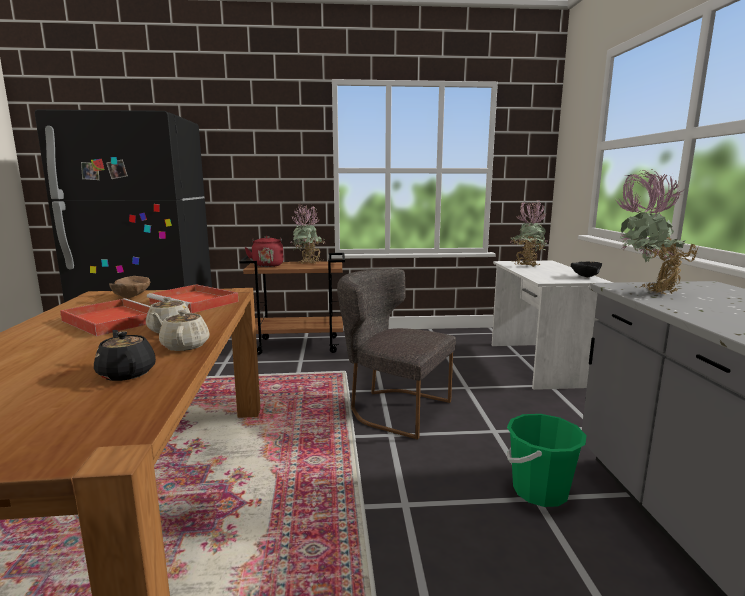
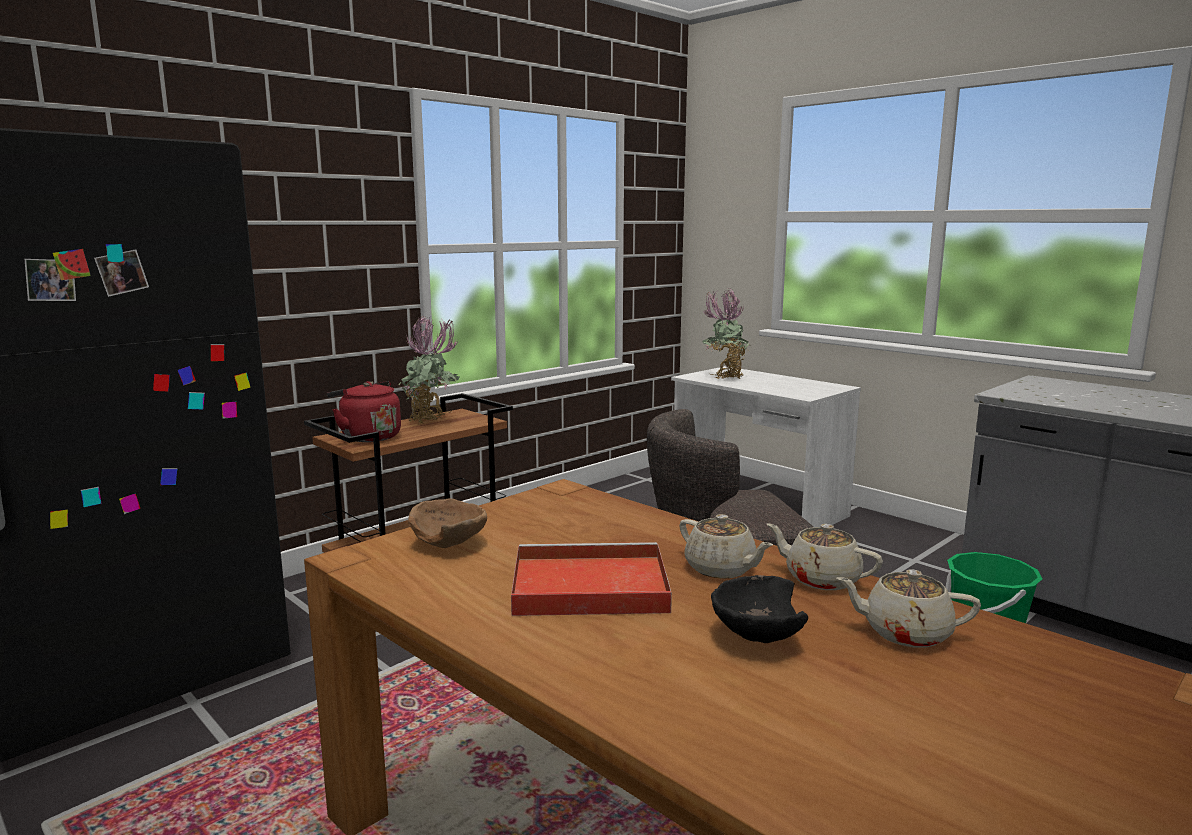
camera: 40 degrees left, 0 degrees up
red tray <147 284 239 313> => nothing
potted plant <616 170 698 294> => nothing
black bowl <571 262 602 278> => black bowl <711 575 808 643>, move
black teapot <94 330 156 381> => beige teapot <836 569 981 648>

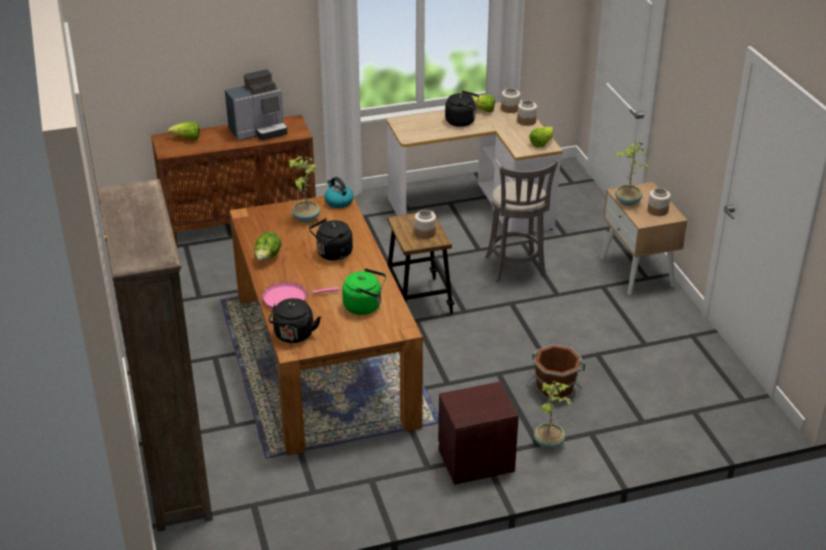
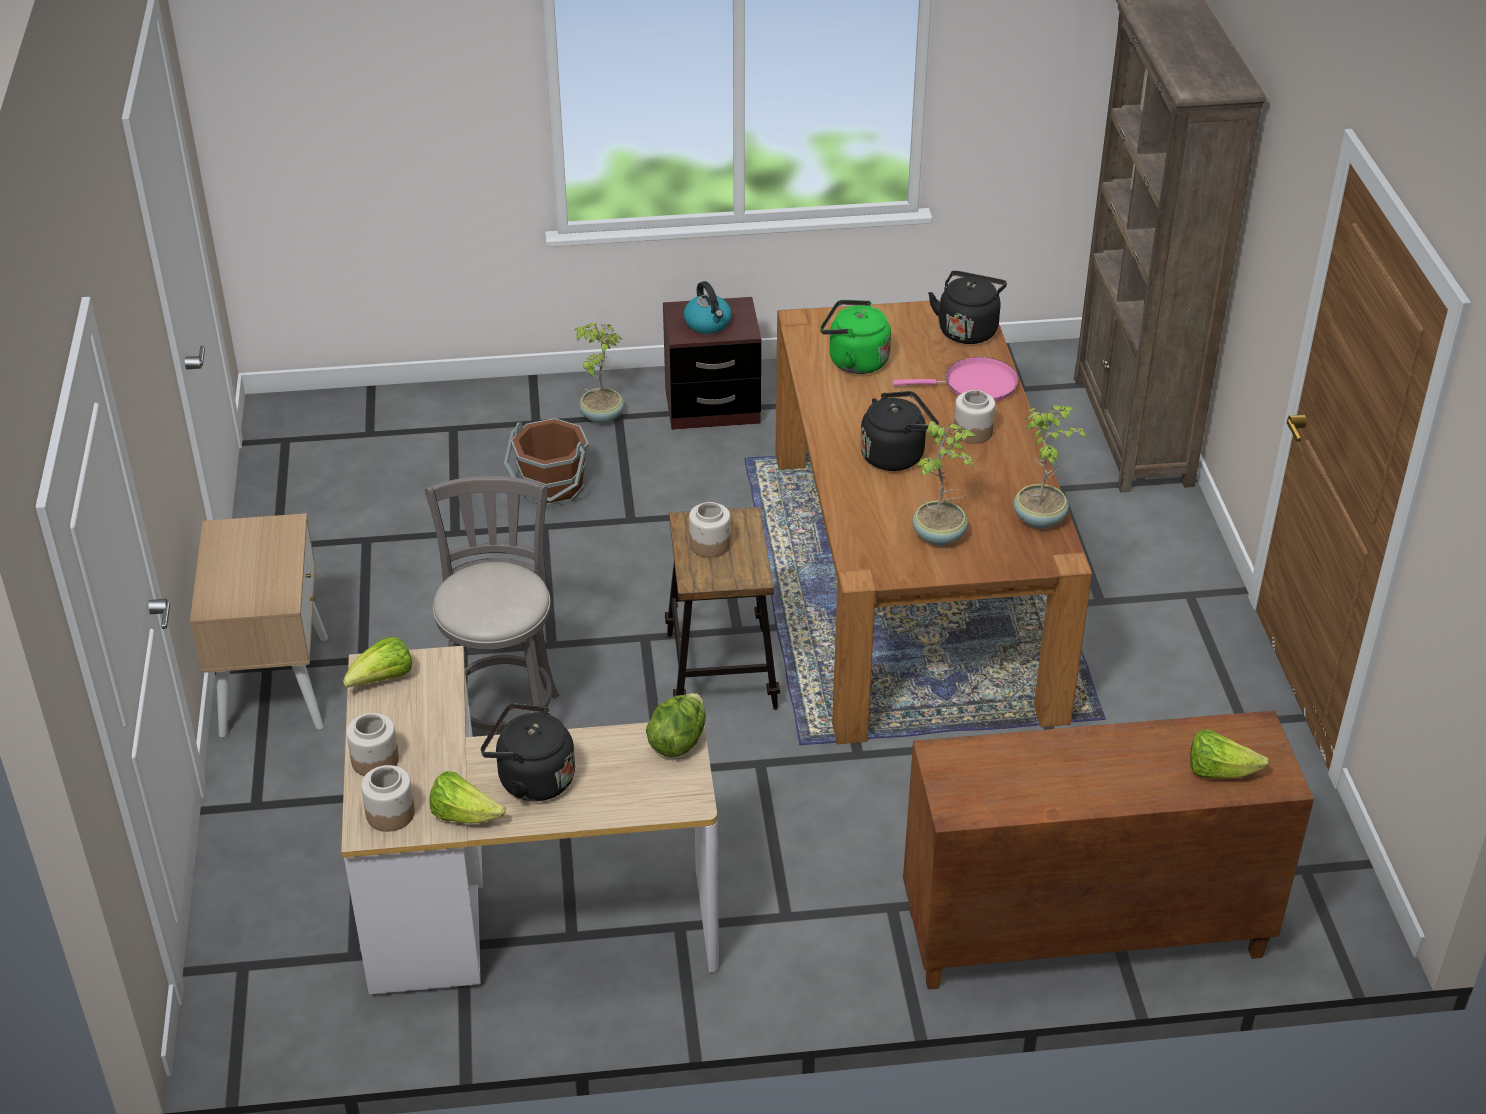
camera: 170 degrees left, 5 degrees up
coffee machine <225 69 288 140> => nothing
lettuce <254 231 282 261> => lettuce <646 693 706 757>, move
kettle <324 177 354 208> => kettle <684 281 732 334>, move
potted plant <615 141 648 206> => potted plant <1013 405 1089 529>, move
jar <648 188 671 216> => jar <953 390 995 444>, move

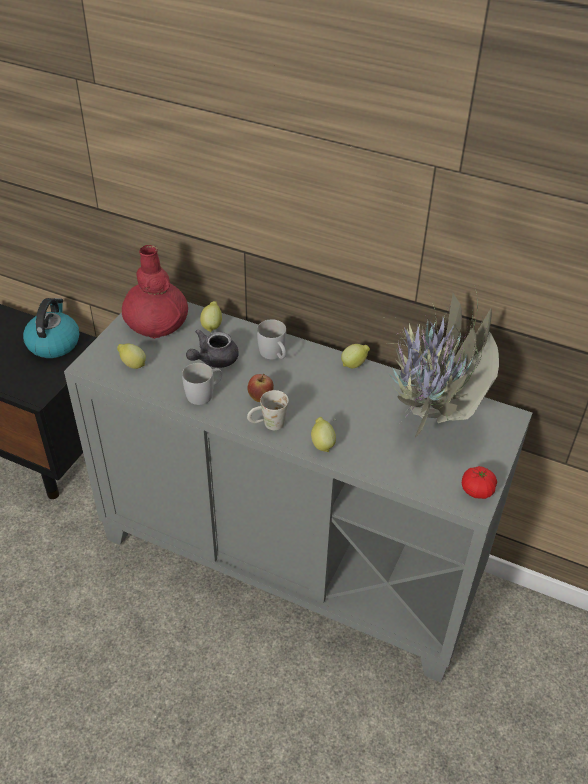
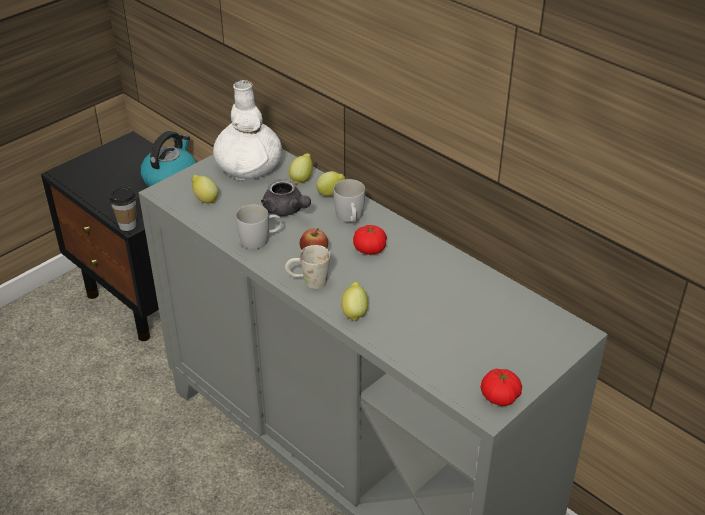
camera: 20 degrees right, 5 degrees down
potted plant <332 285 499 437> => nothing
nothing => cup <109 187 136 231>
nothing => tomato <353 225 387 255>
lemon <341 344 370 368> => lemon <316 171 345 197>, move
red vase <122 245 188 339> => white vase <213 80 282 180>
grey teapot <186 329 239 368> => grey teapot <261 179 311 216>, 105 degrees counterclockwise

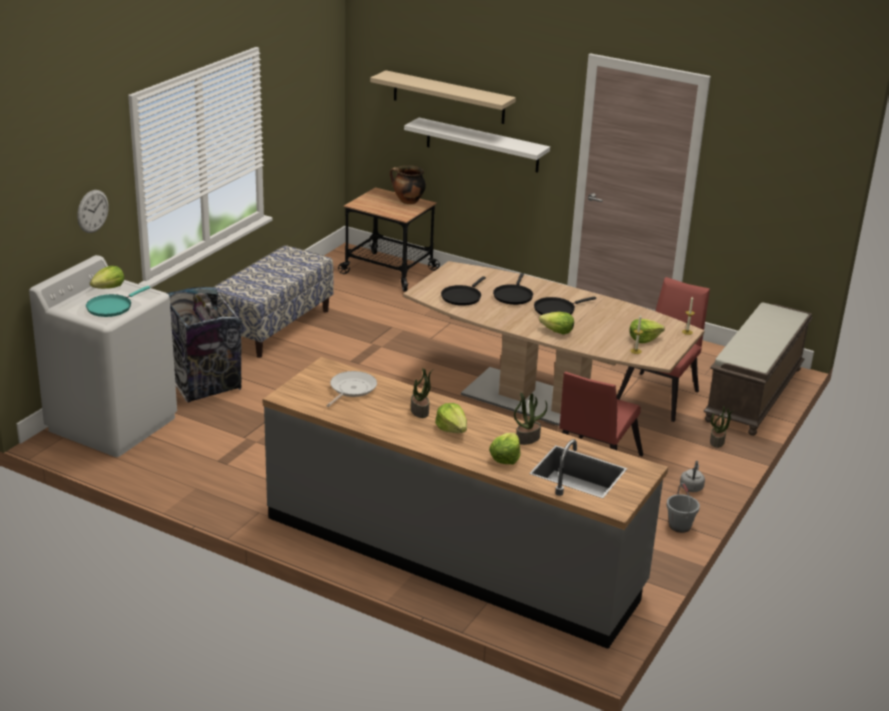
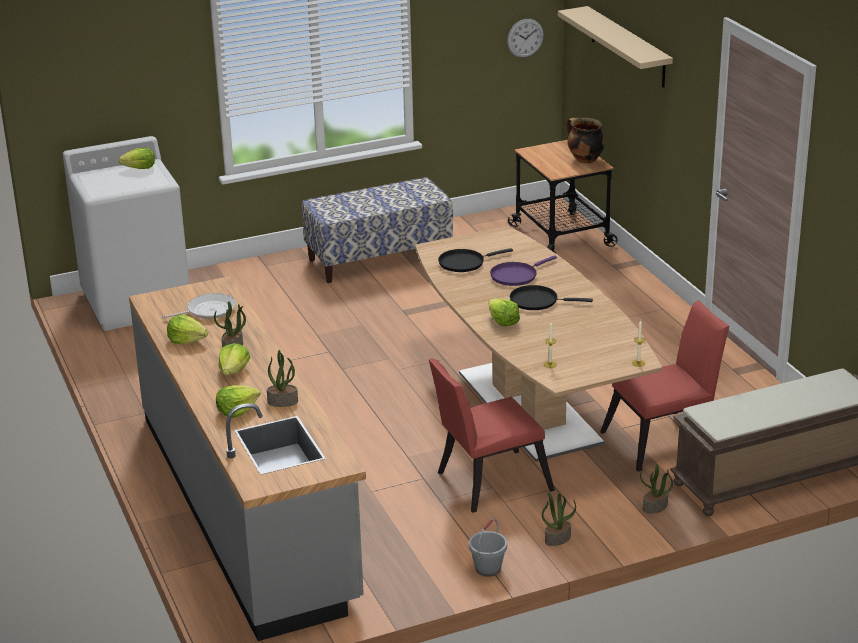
camera: 40 degrees right, 0 degrees up
turquoise frying pan <86 286 150 317> => nothing
trash can <167 287 243 403> => nothing
white shelf <404 118 550 173> => nothing
wall clock <77 190 109 233> => wall clock <507 19 544 58>, move
lettuce <629 319 665 343> => lettuce <167 315 208 344>, move
grey kettle <680 461 705 492> => potted plant <542 492 576 546>
black frying pan <493 273 533 305> => purple frying pan <490 255 557 286>

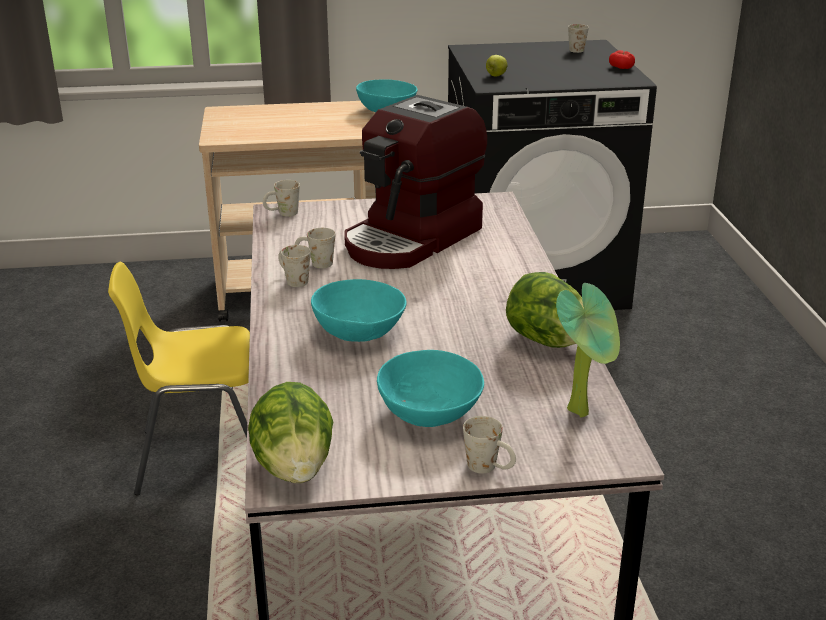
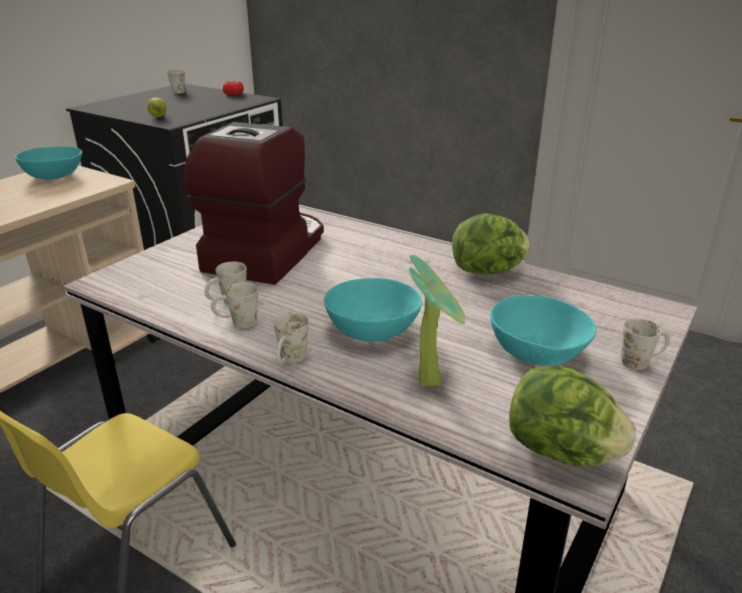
camera: 50 degrees left, 0 degrees up
white mug <263 180 300 217> => white mug <273 312 309 364>, move
potted plant <556 283 620 418> => potted plant <408 255 465 387>, move
coffee machine <345 95 487 269> => coffee machine <184 122 324 285>, 150 degrees counterclockwise

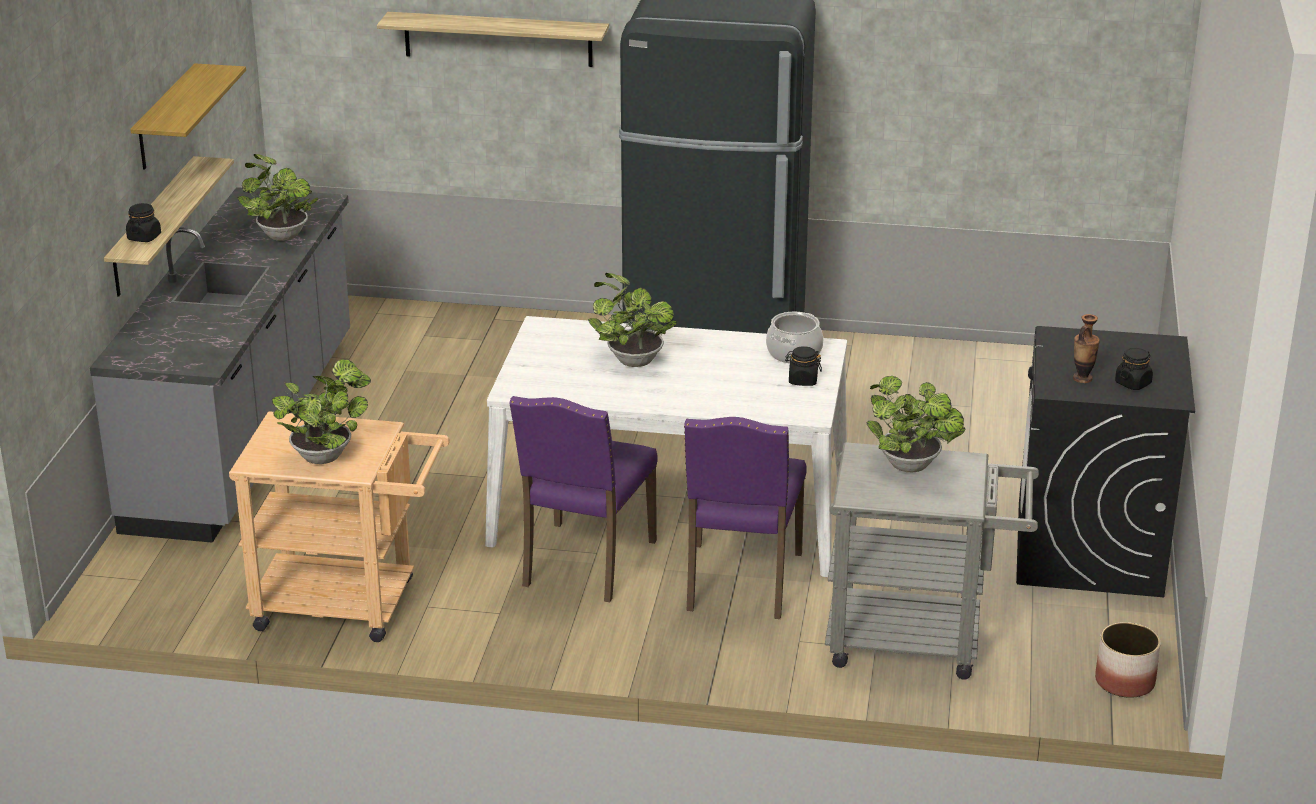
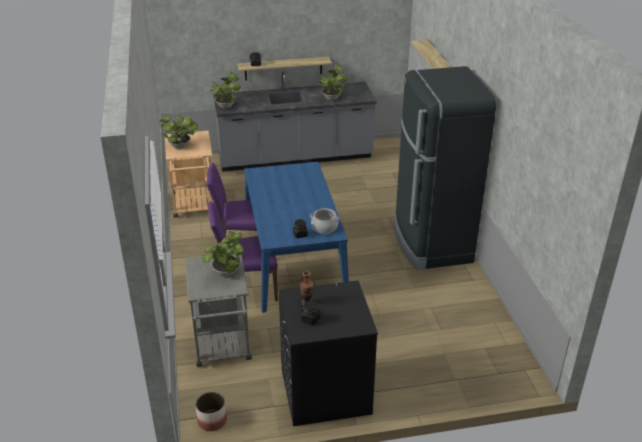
camera: 70 degrees right, 5 degrees up
shelf <130 63 246 170> => nothing
potted plant <588 273 677 367> => potted plant <211 72 241 108>, move
white dining table <485 316 847 577> => blue dining table <244 162 349 313>

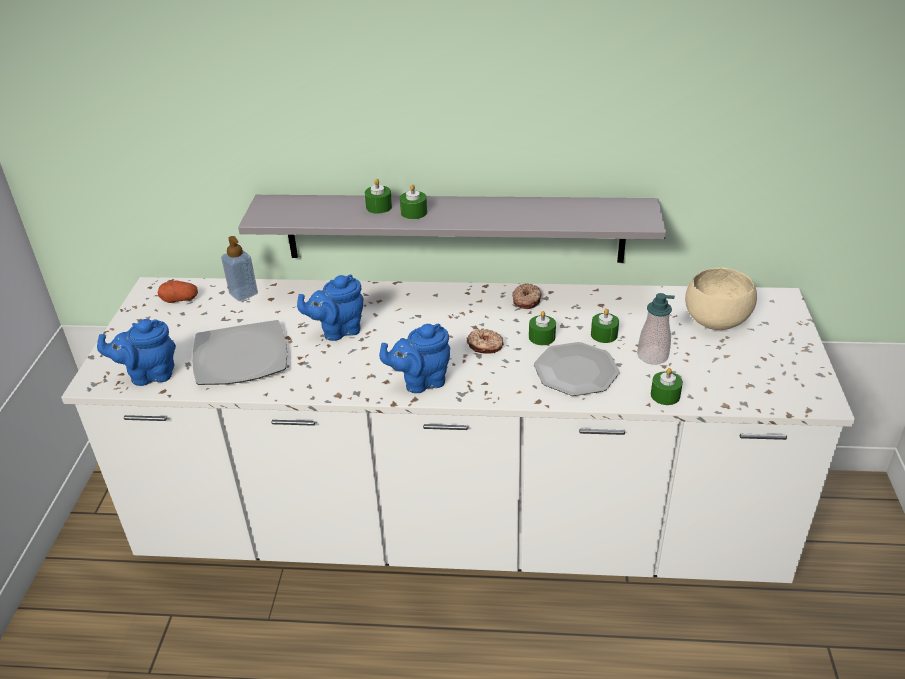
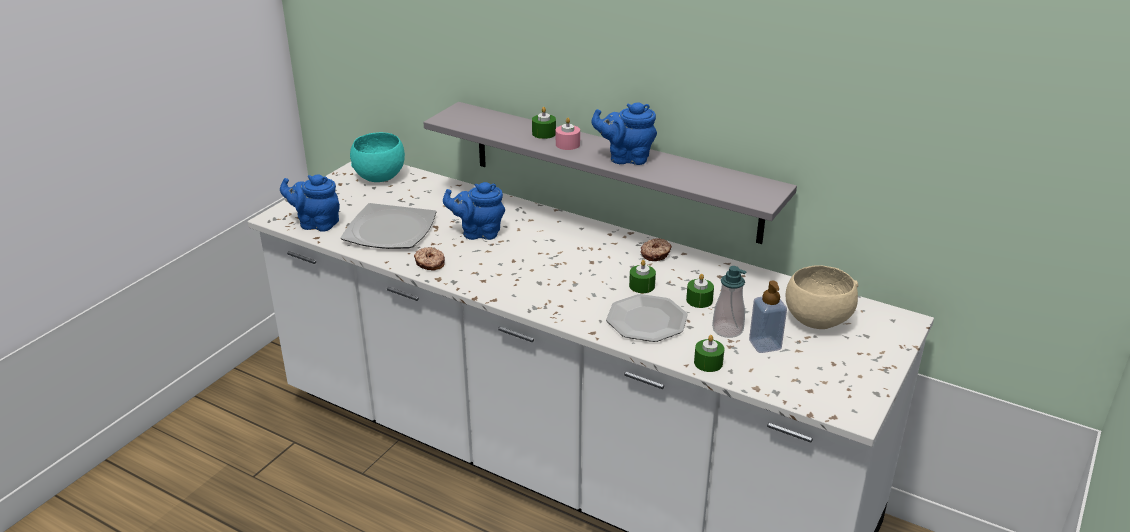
camera: 25 degrees right, 5 degrees down
soap dispenser <221 236 258 301> => soap dispenser <749 281 787 353>, move
blue teapot <379 324 450 393> => blue teapot <591 102 657 165>, move
donut <466 328 504 354> => donut <414 247 445 271>, move
potato <158 280 198 303> => turquoise bowl <350 132 405 182>
green candle <400 184 427 219> => pink candle <556 117 580 150>

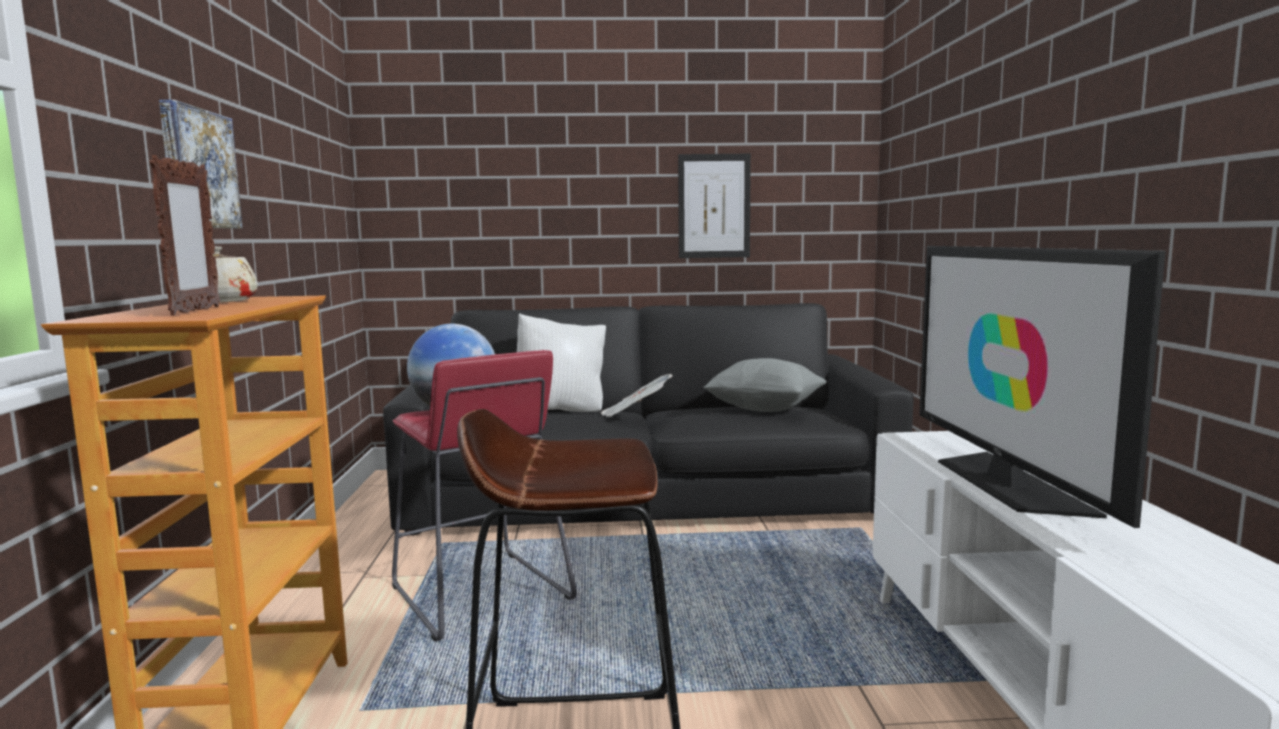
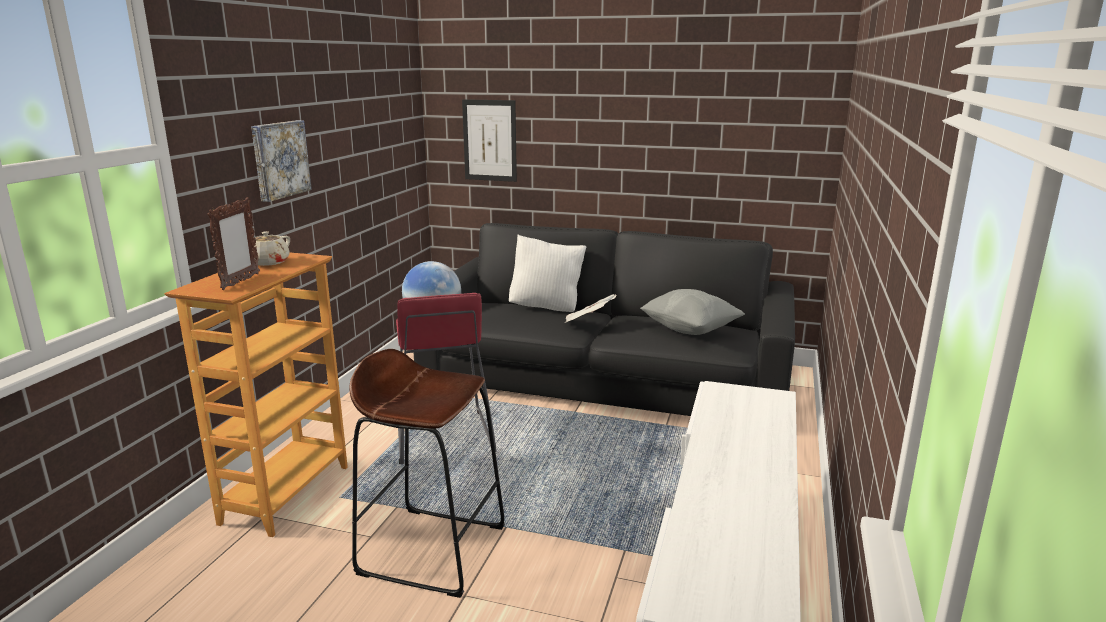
camera: 20 degrees right, 10 degrees up
television <919 246 1166 528> => nothing
picture <678 154 751 258> => picture <462 99 517 182>, move

